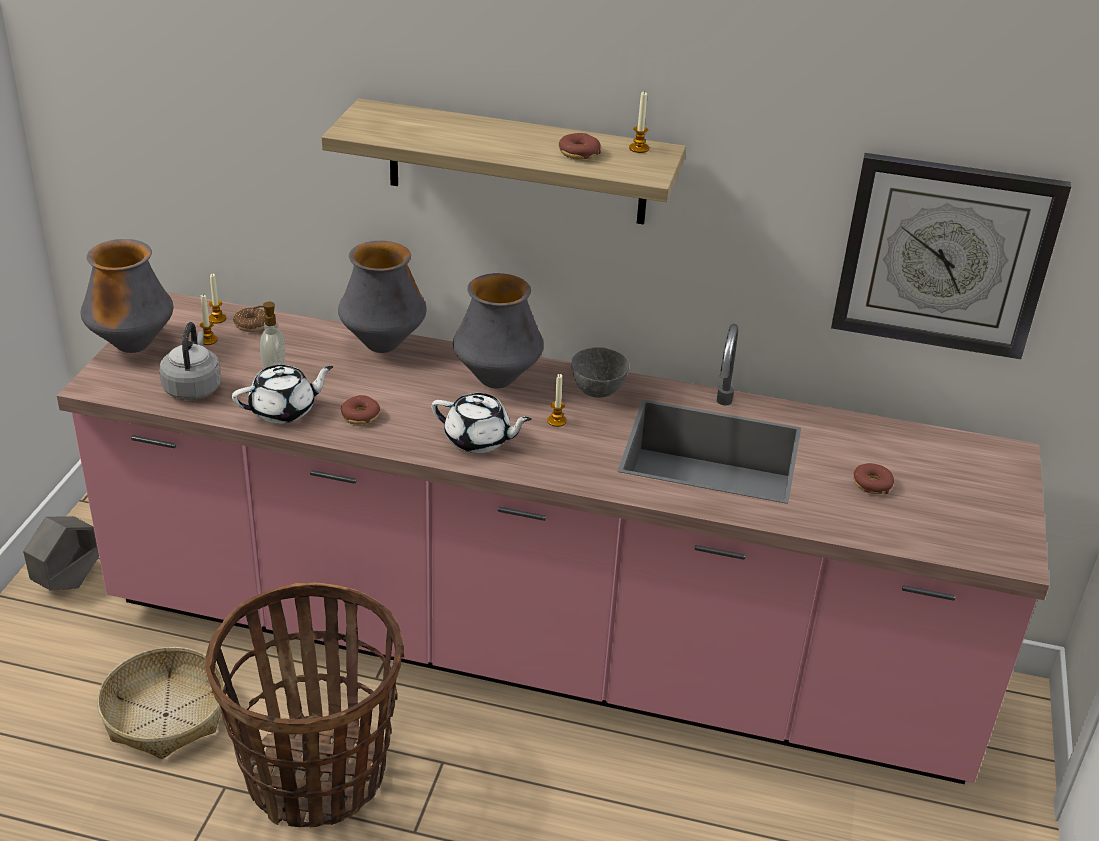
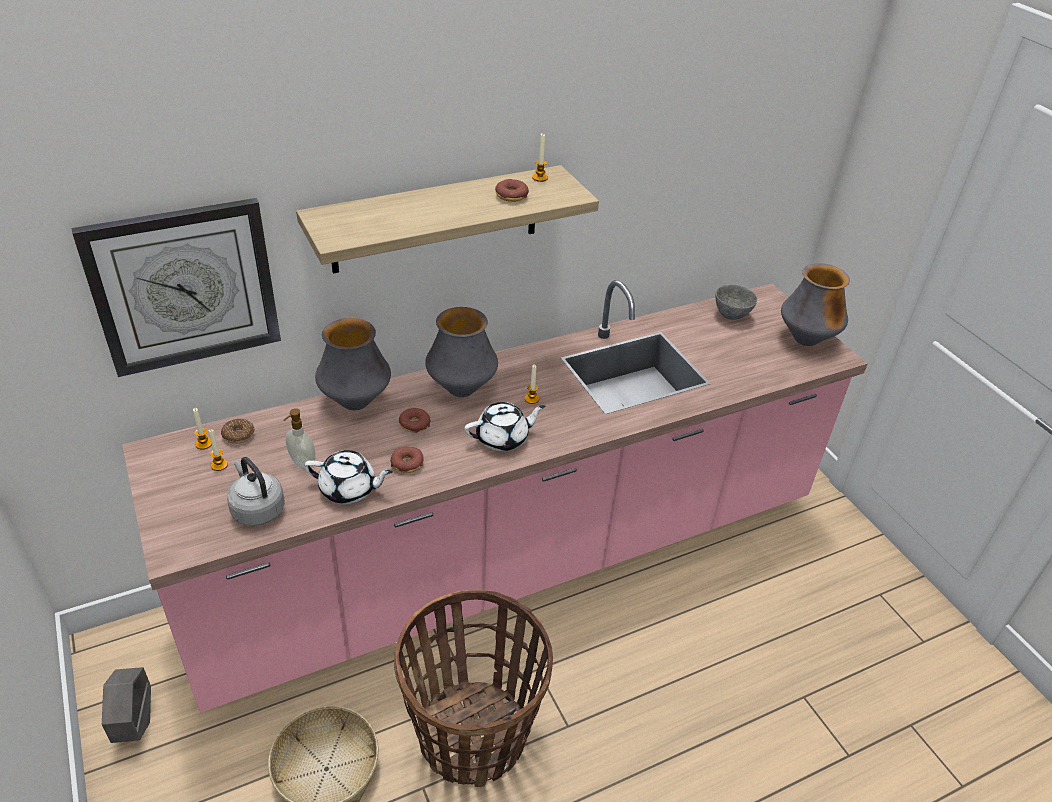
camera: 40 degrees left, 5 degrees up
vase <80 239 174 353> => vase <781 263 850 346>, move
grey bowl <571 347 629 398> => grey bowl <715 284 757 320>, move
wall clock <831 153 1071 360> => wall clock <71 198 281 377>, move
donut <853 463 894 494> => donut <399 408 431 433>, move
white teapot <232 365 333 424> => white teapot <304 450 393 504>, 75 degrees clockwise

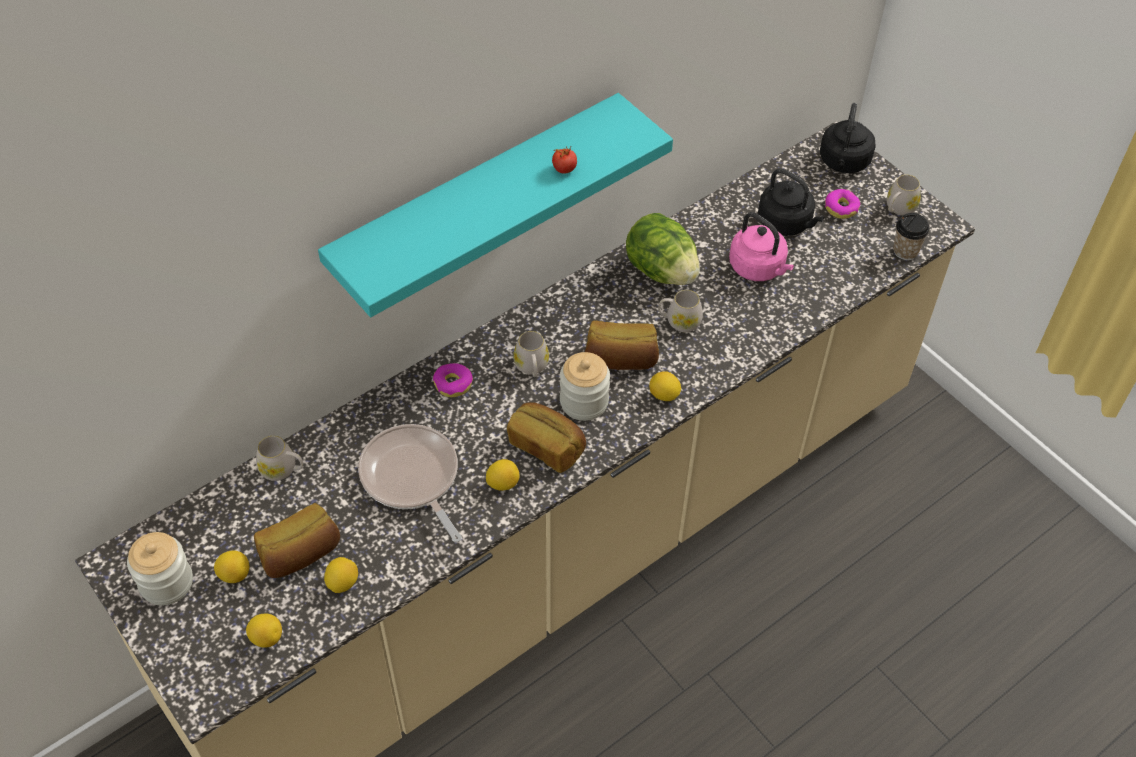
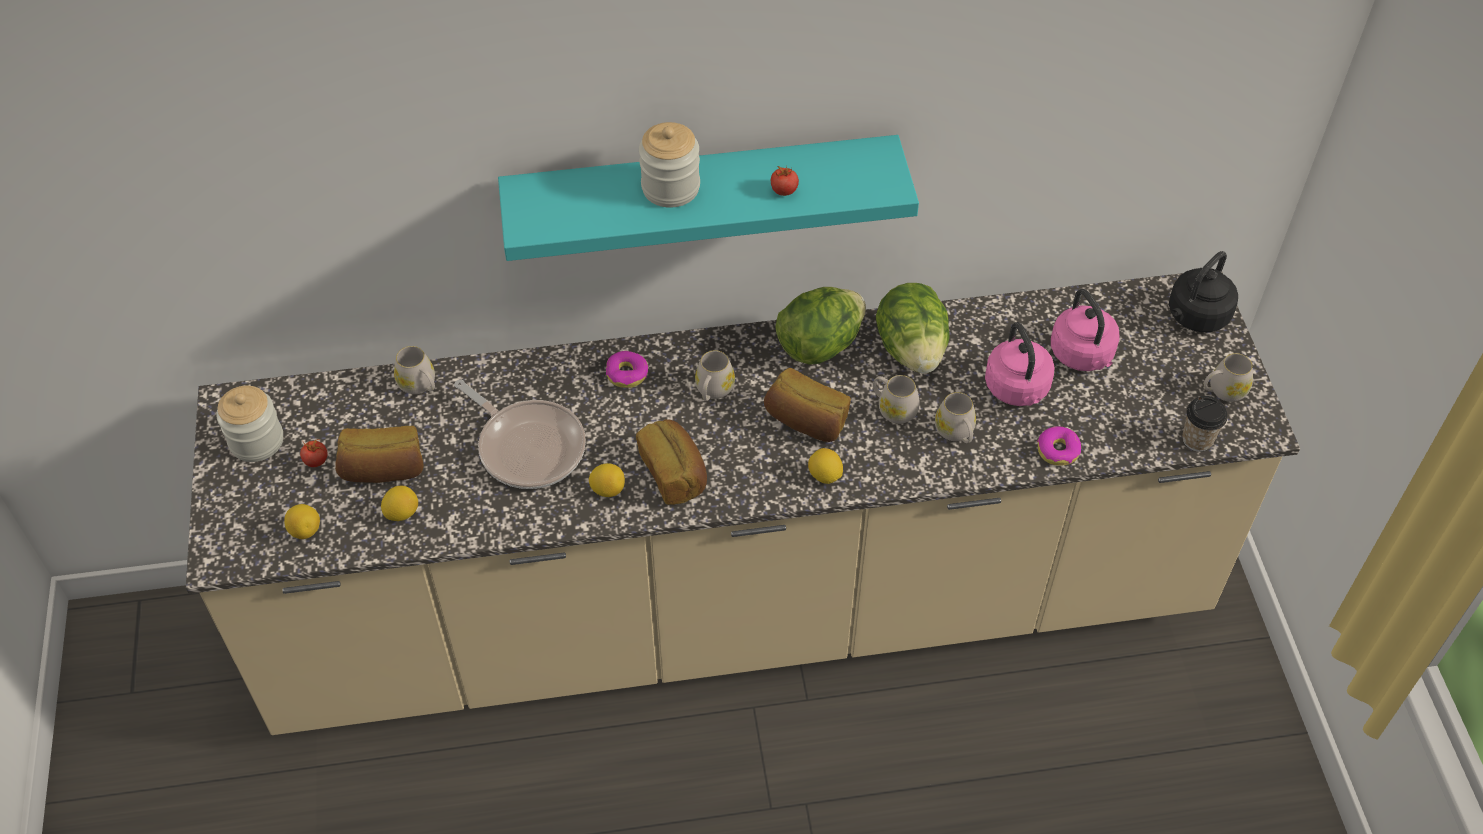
camera: 30 degrees right, 0 degrees up
nothing => lettuce <775 287 866 365>
nothing => white mug <935 392 976 443>
jar <560 352 610 421> => jar <639 122 700 208>, move
donut <825 189 860 219> => donut <1037 426 1081 466>, move
lemon <214 550 249 583> => tomato <300 439 328 467>
black kettle <758 168 824 236> => pink kettle <1051 289 1120 371>
frying pan <358 424 462 542> => frying pan <454 380 586 489>, 135 degrees clockwise

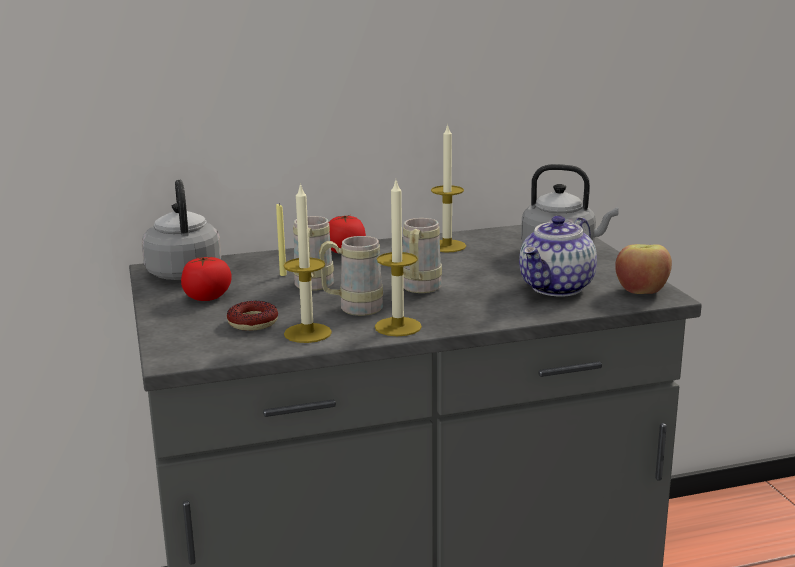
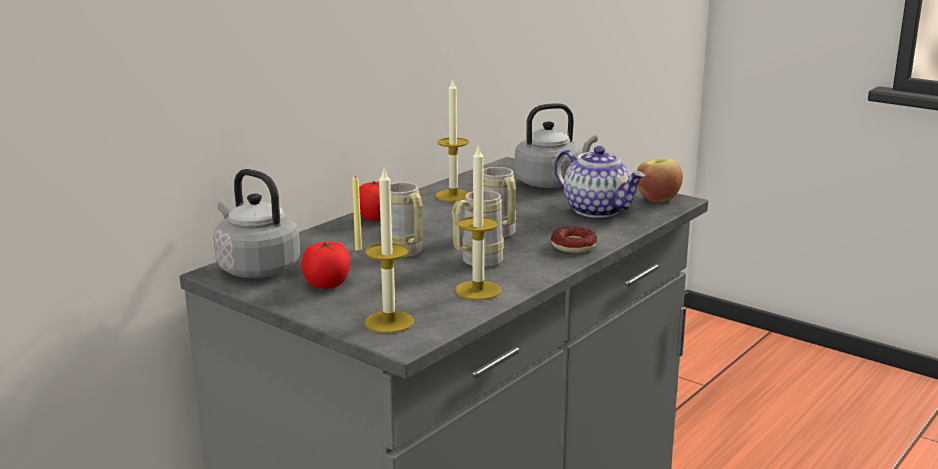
camera: 35 degrees left, 0 degrees up
donut <227 301 278 331> => donut <551 227 597 253>, move
candle <375 181 422 336> => candle <364 168 414 333>, move
teapot <519 215 597 297> => teapot <555 146 645 218>, 45 degrees counterclockwise

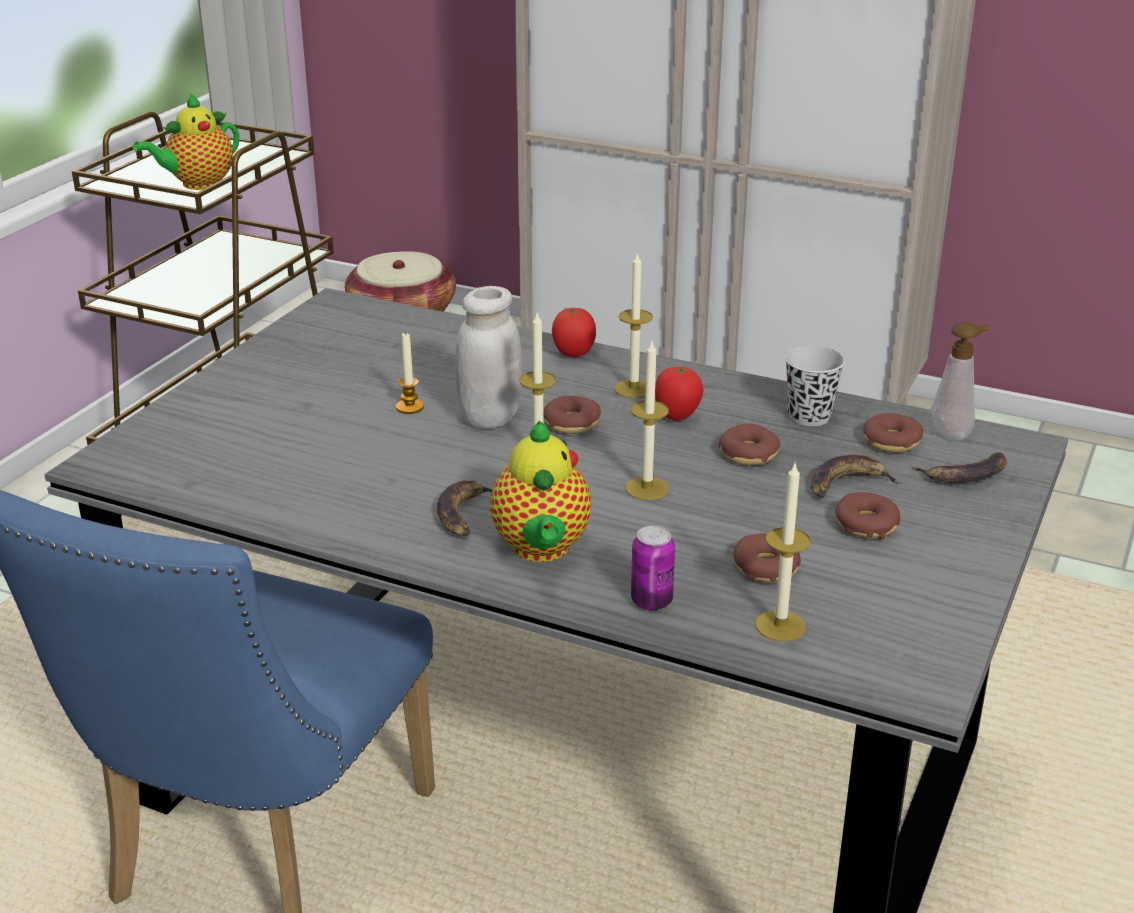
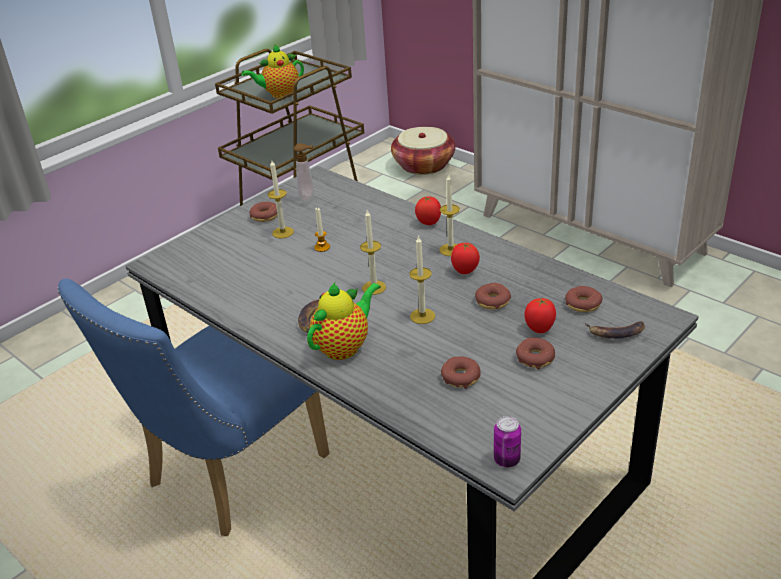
camera: 20 degrees right, 5 degrees up
white jar <455 286 522 429> => nothing
black cup <785 346 845 426> => nothing
donut <544 396 601 434> => donut <250 202 278 222>, move
can <631 526 675 611> => can <494 416 521 468>, move
candle <755 461 811 641> => candle <268 160 294 238>, move
soap dispenser <932 322 990 441> => soap dispenser <294 143 315 202>, move
banana <811 455 902 498> => tomato <524 298 556 333>
teapot <490 421 591 562> => teapot <307 282 381 360>, 150 degrees counterclockwise

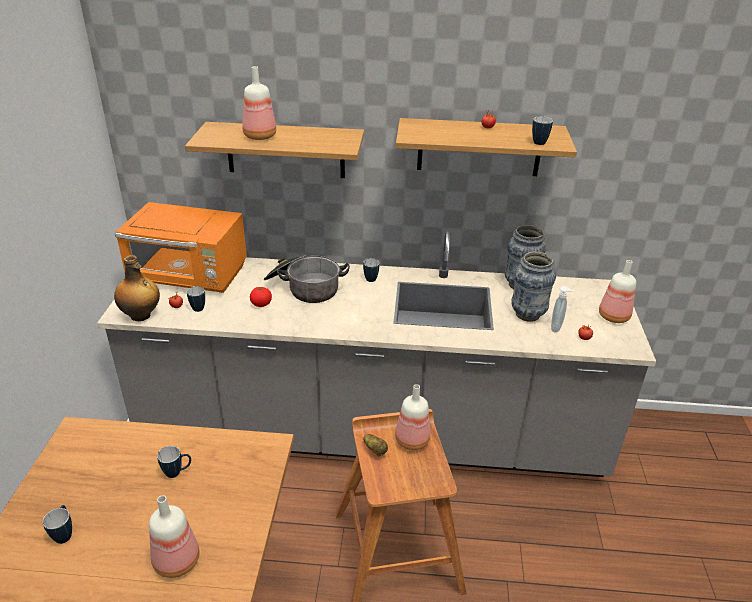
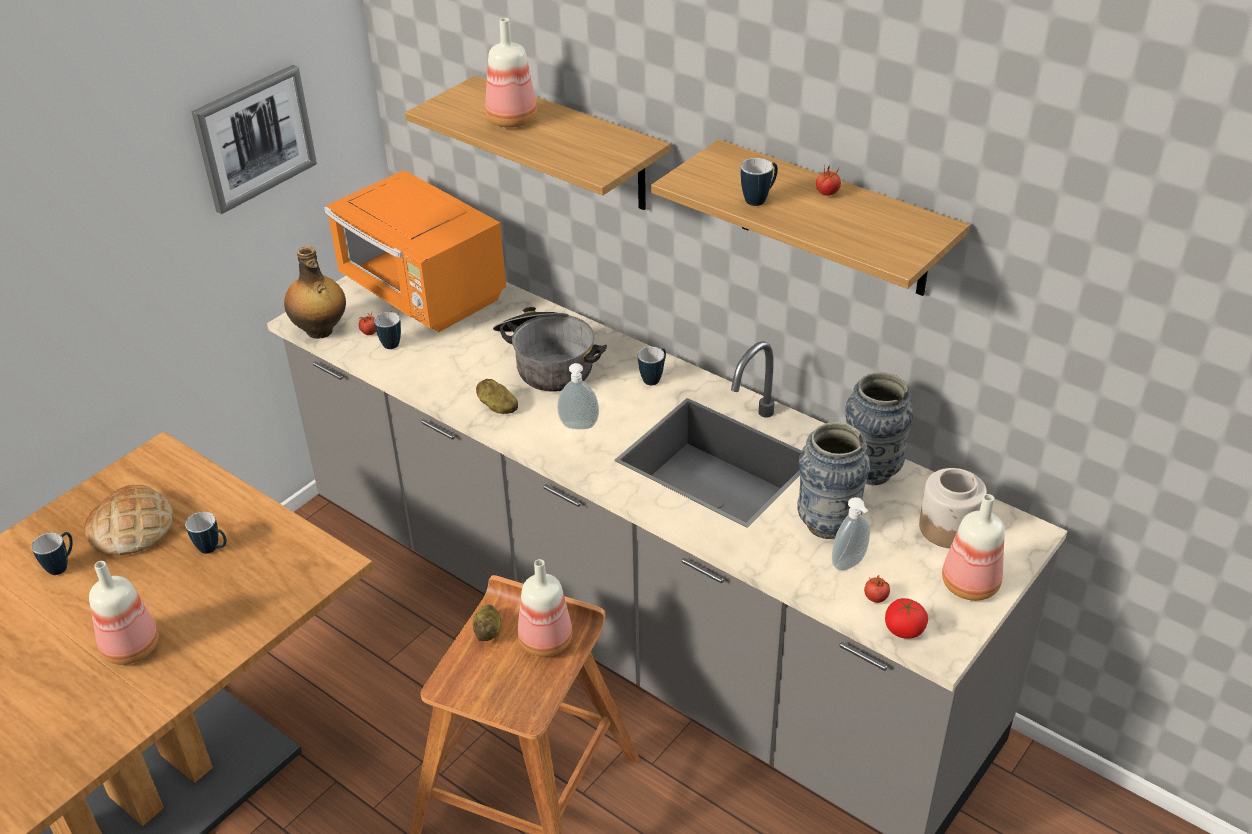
camera: 35 degrees right, 5 degrees up
nothing => bread <84 485 173 555>
nothing => picture <191 65 317 214>
nothing => potato <476 379 518 414>
nothing => soap dispenser <557 363 599 429>
nothing => jar <919 468 987 548>
tomato <250 287 272 307> => tomato <885 598 928 639>, move
mug <532 116 553 145> => mug <740 158 778 206>, move

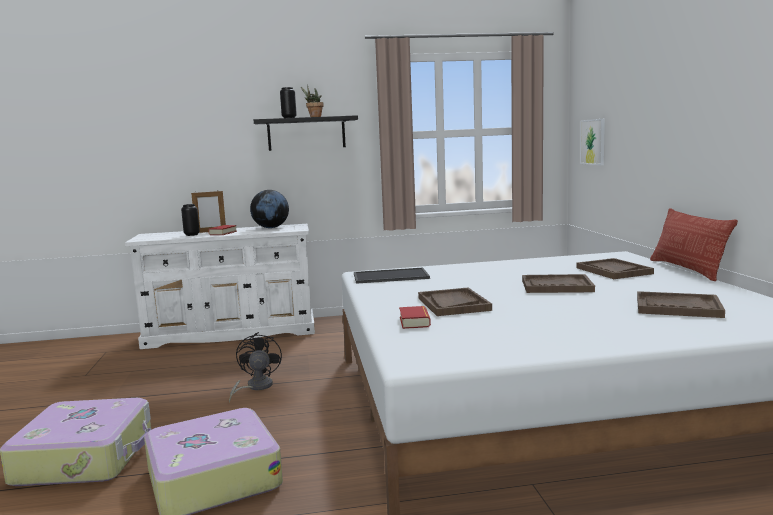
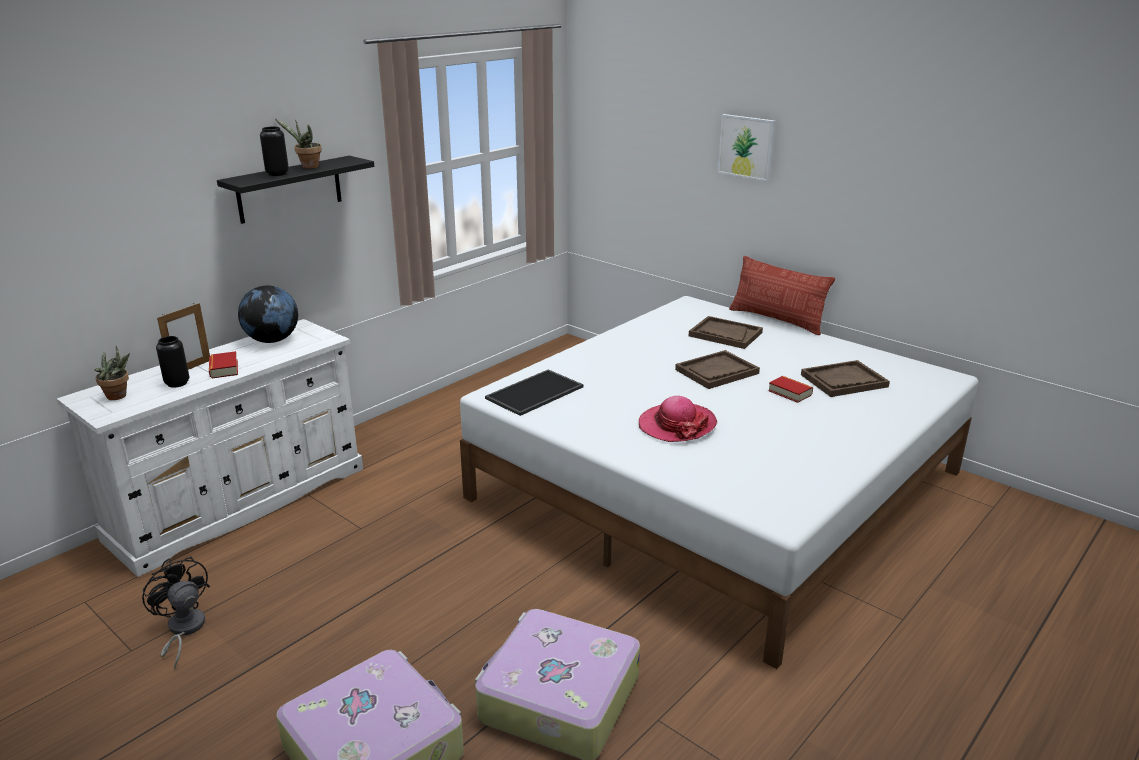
camera: 40 degrees left, 15 degrees up
nothing => potted plant <95 346 130 400>
black fan <229 332 282 403> => black fan <142 557 210 669>, move
book <399 306 431 329> => book <768 376 813 403>, move
picture <580 119 605 165> => picture <718 114 775 181>, move
brown tray <418 287 492 316> => hat <639 396 717 442>

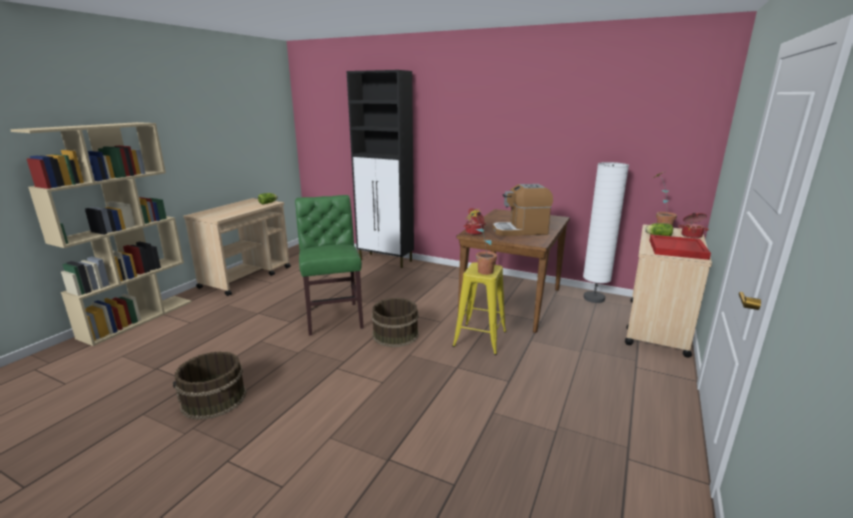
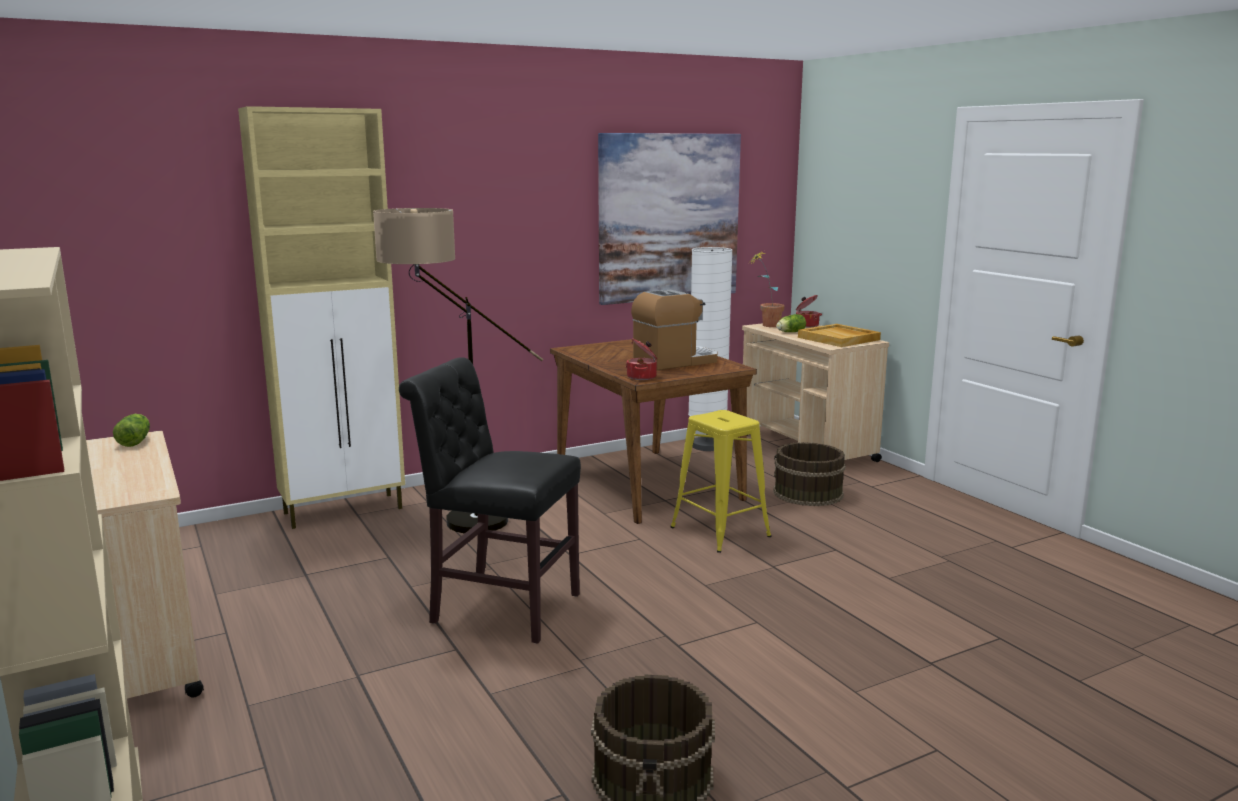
camera: 55 degrees left, 5 degrees down
potted plant <467 209 497 275> => nothing
nothing => floor lamp <373 208 543 533>
nothing => picture <598 133 741 305>
brown bucket <372 298 419 347> => brown bucket <773 442 846 506>, move
green chair <295 195 364 336> => black chair <399 357 581 644>
black cabinet <347 70 414 268> => beige cabinet <238 106 405 529>
red tray <649 234 711 260> => beige tray <798 324 881 347>
coffee machine <493 184 553 236> => coffee machine <631 290 717 370>, 150 degrees counterclockwise

